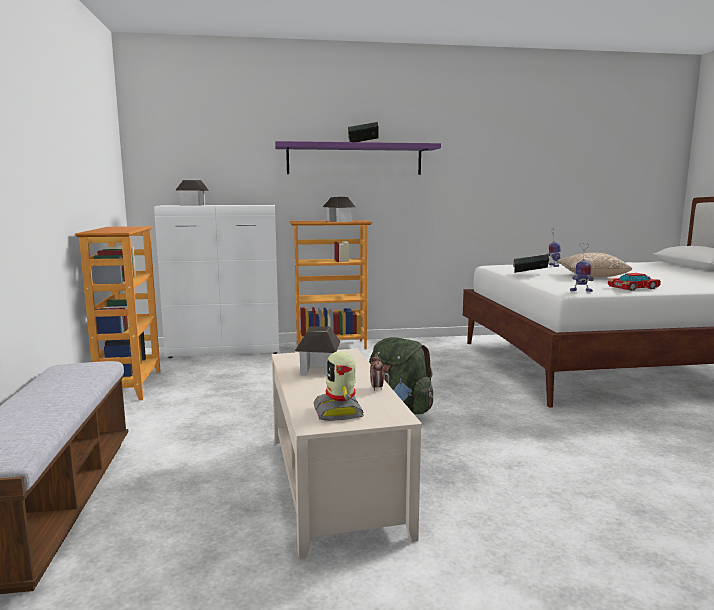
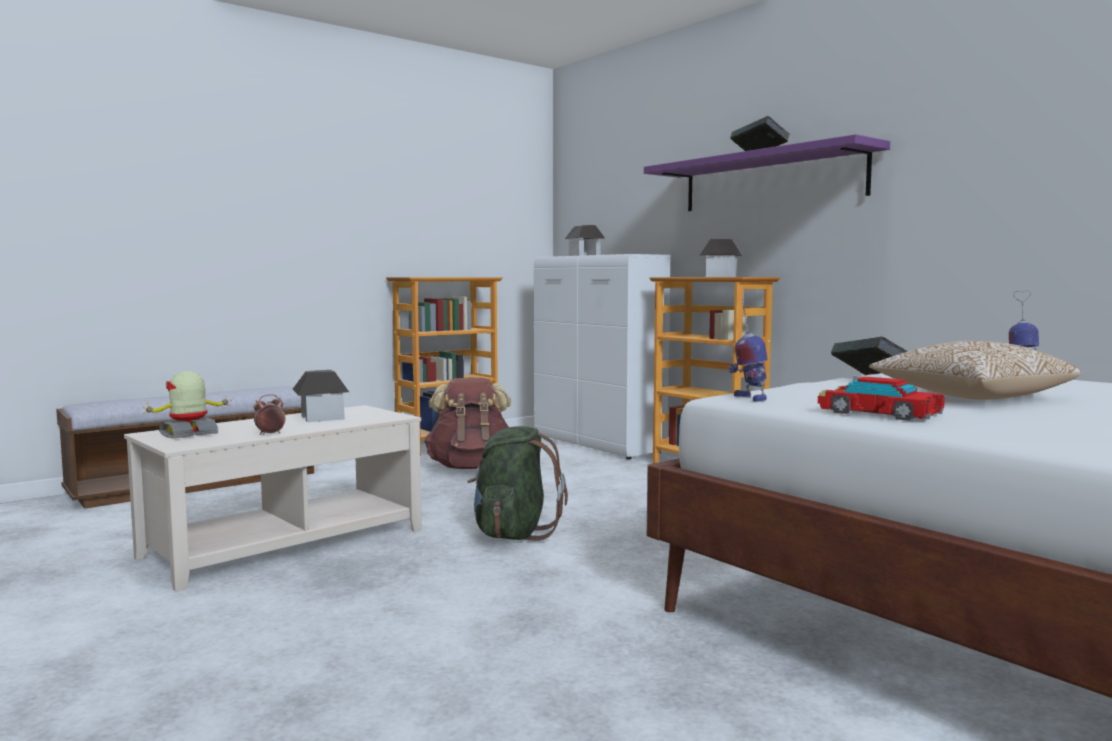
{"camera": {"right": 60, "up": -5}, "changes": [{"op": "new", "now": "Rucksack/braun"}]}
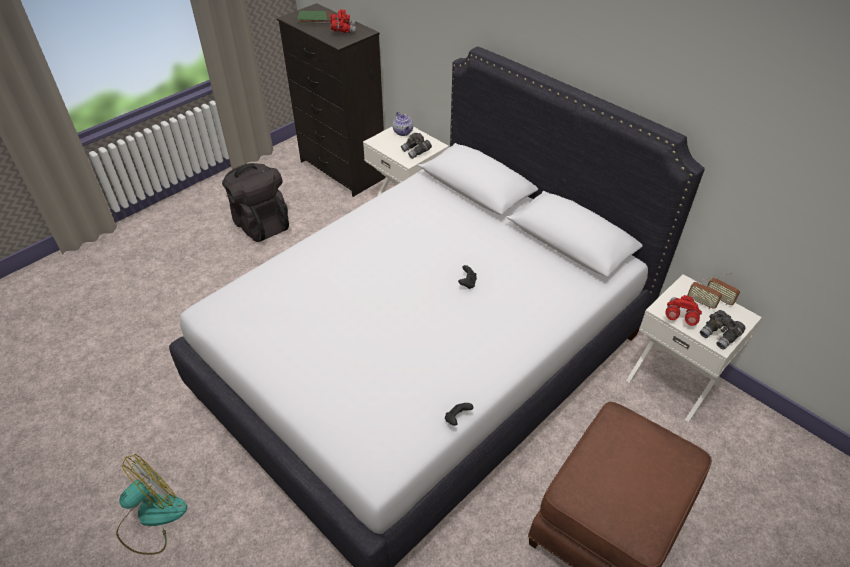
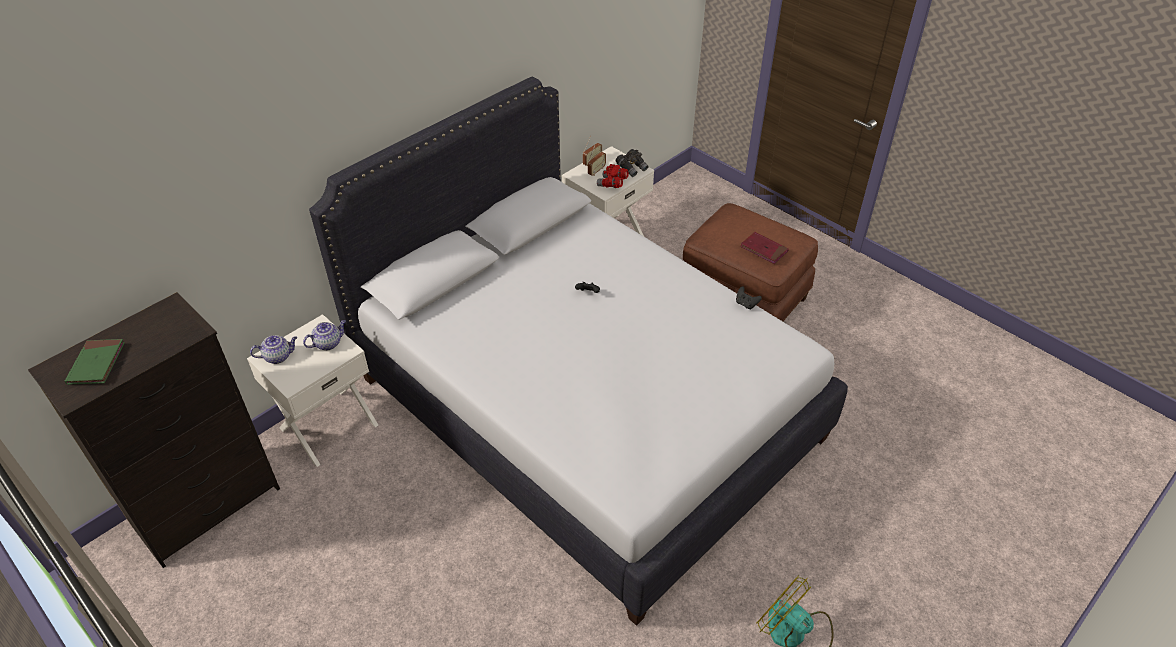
{"camera": {"right": -90, "up": 0}, "changes": [{"op": "gone", "was": "Rucksack/schwarz"}, {"op": "gone", "was": "Fernglas/rot (no. 1 from left)"}, {"op": "swapped", "was": "Fernglas/grau (no. 1 from left)", "now": "Teekanne (no. 2 from left)"}, {"op": "new", "now": "Buch/rot"}]}
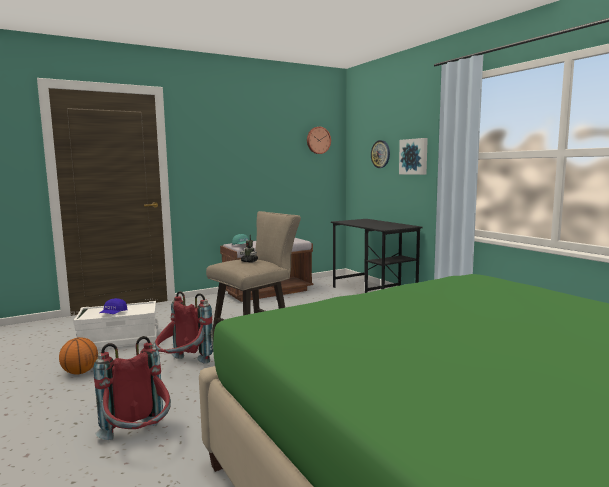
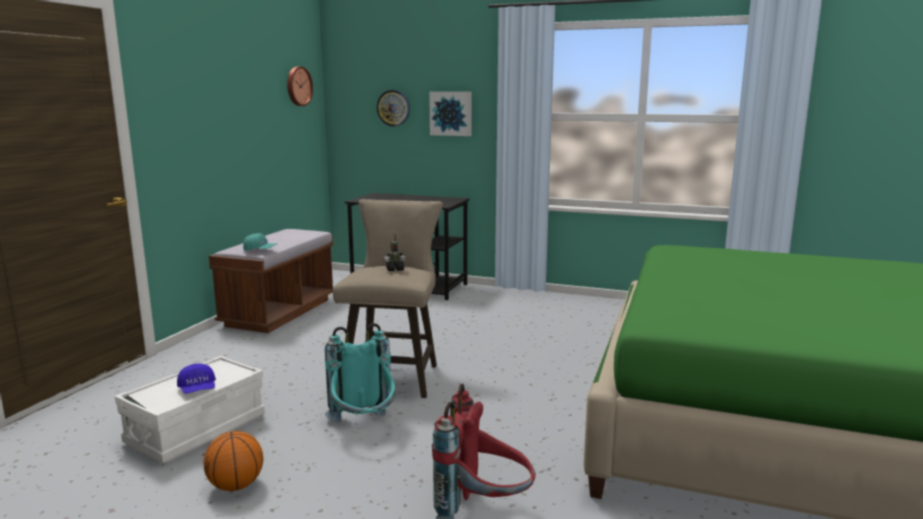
{"camera": {"right": -40, "up": 5}, "changes": [{"op": "repainted", "was": "Rucksack/rot (no. 2 from left)", "now": "Rucksack/türkis"}]}
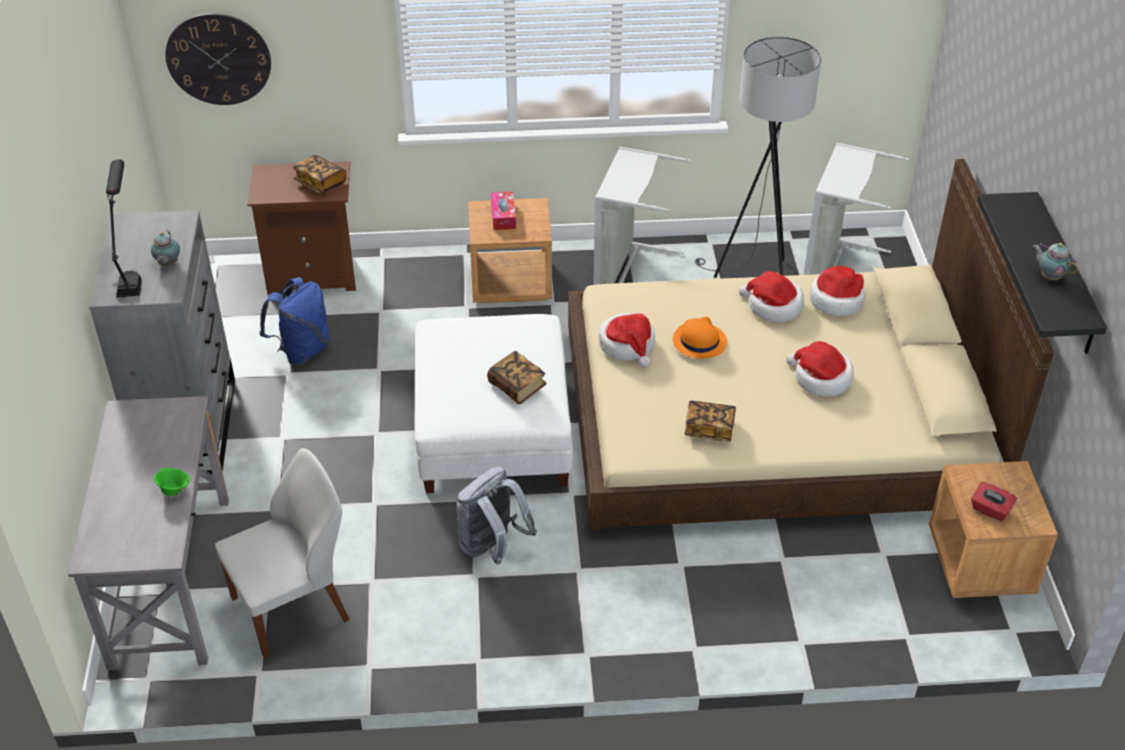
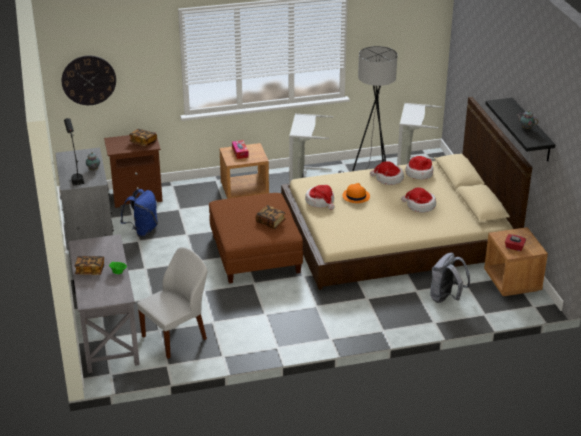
{"camera": {"right": -10, "up": -10}, "changes": [{"op": "repainted", "was": "Polsterhocker/weiß", "now": "Polsterhocker/braun"}, {"op": "shifted", "was": "Rucksack/grau"}, {"op": "shifted", "was": "Buch (no. 3 from left in the first image)", "now": "Buch (no. 1 from left)"}]}
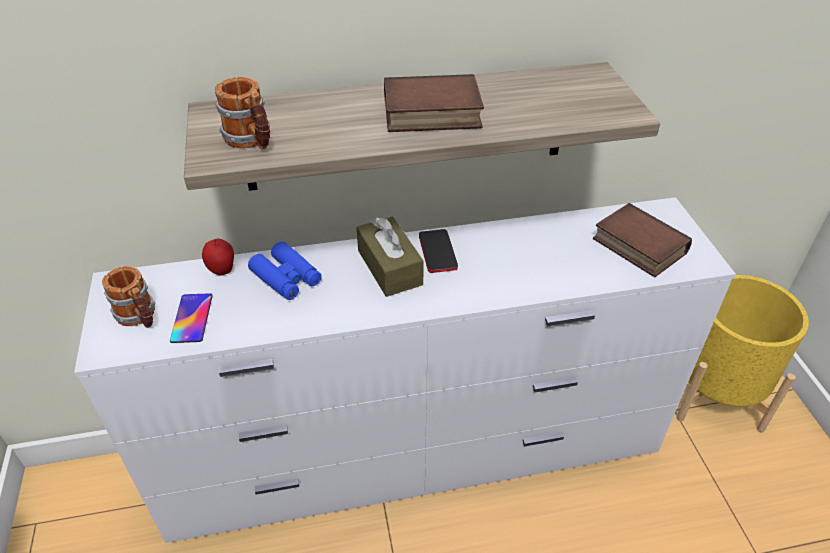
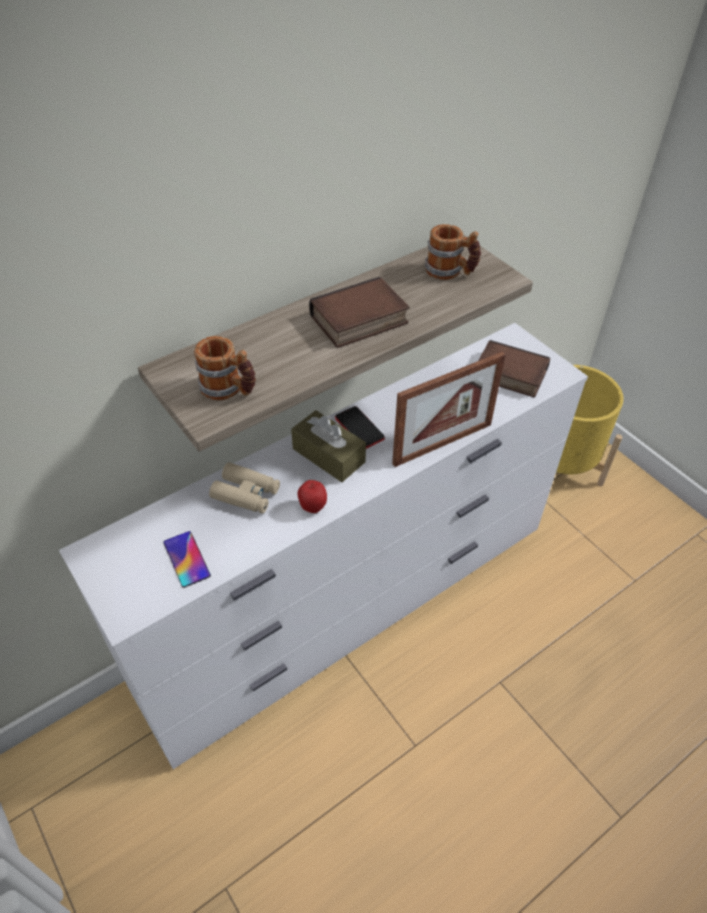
{"camera": {"right": -25, "up": 5}, "changes": [{"op": "shifted", "was": "Henkelbecher (no. 1 from left in the first image)", "now": "Henkelbecher (no. 2 from left)"}, {"op": "shifted", "was": "Apfel"}, {"op": "repainted", "was": "Fernglas/blau", "now": "Fernglas/beige"}, {"op": "new", "now": "Bilderrahmen"}]}
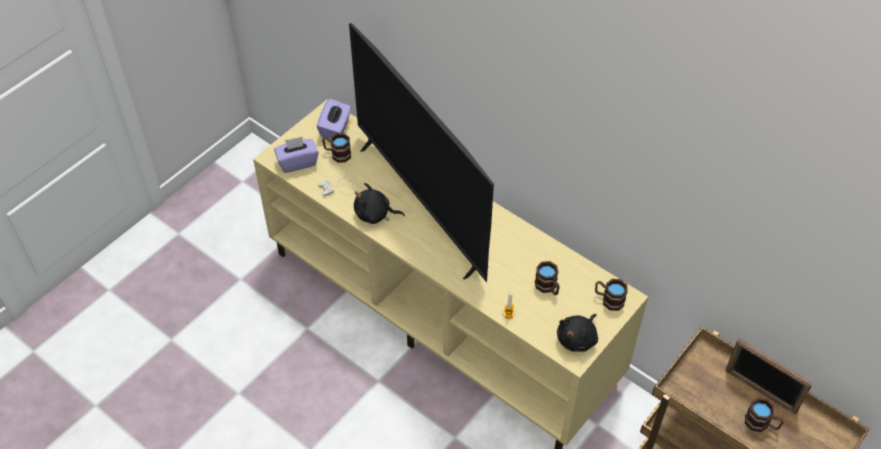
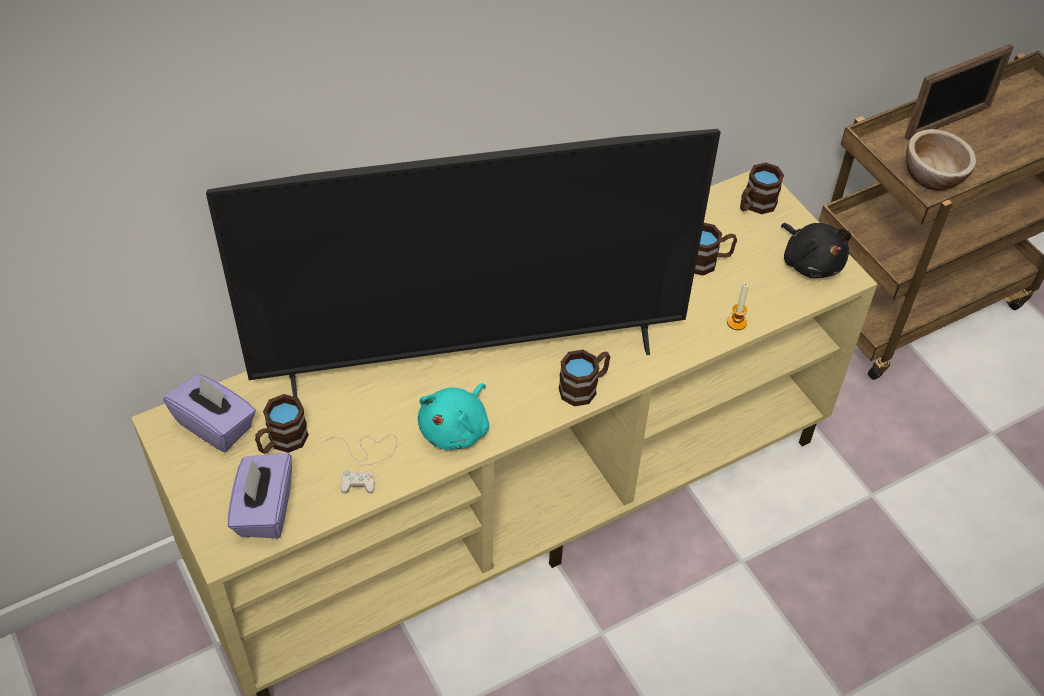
{"camera": {"right": -70, "up": 0}, "changes": [{"op": "repainted", "was": "Plüschtier/schwarz (no. 1 from left)", "now": "Plüschtier/türkis"}, {"op": "shifted", "was": "Henkelbecher/braun (no. 4 from left in the first image)", "now": "Henkelbecher/braun (no. 2 from left)"}, {"op": "new", "now": "Schüssel"}]}
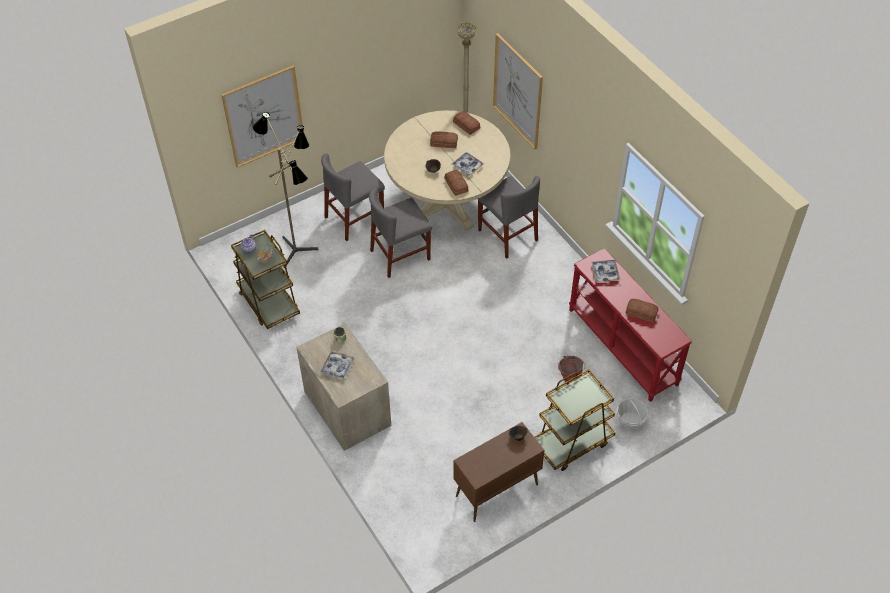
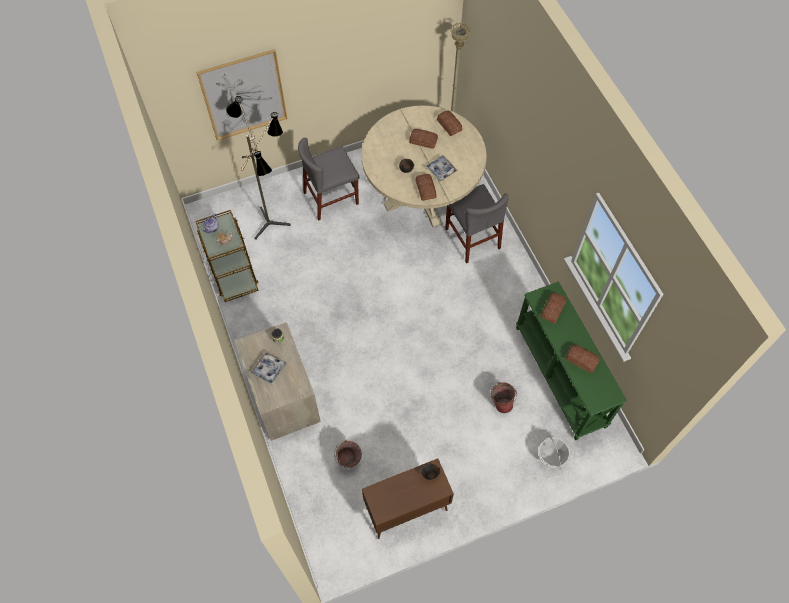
{"camera": {"right": 10, "up": 10}, "changes": [{"op": "gone", "was": "Stuhl/grau (no. 2 from left)"}, {"op": "gone", "was": "Bild (no. 2 from left)"}, {"op": "gone", "was": "Rollwagen/braun (no. 2 from left)"}, {"op": "repainted", "was": "Konsolentisch/rot", "now": "Konsolentisch/grün"}, {"op": "swapped", "was": "Tablett (no. 3 from left)", "now": "Brot (no. 4 from left)"}, {"op": "new", "now": "Eimer (no. 1 from left)"}]}
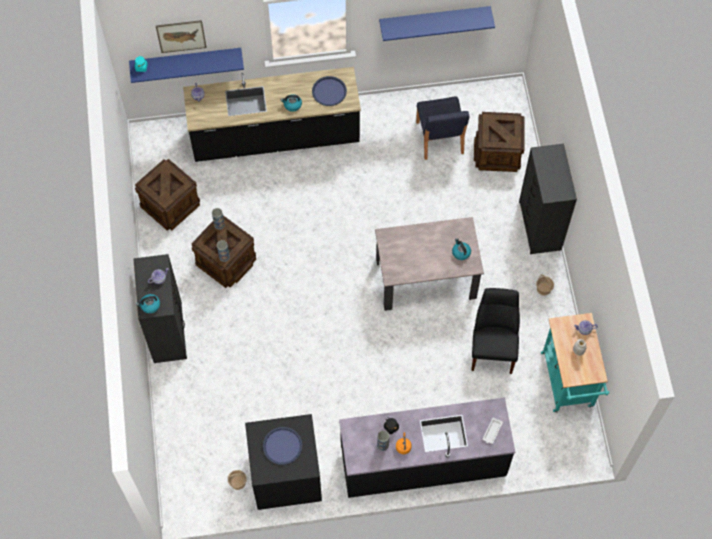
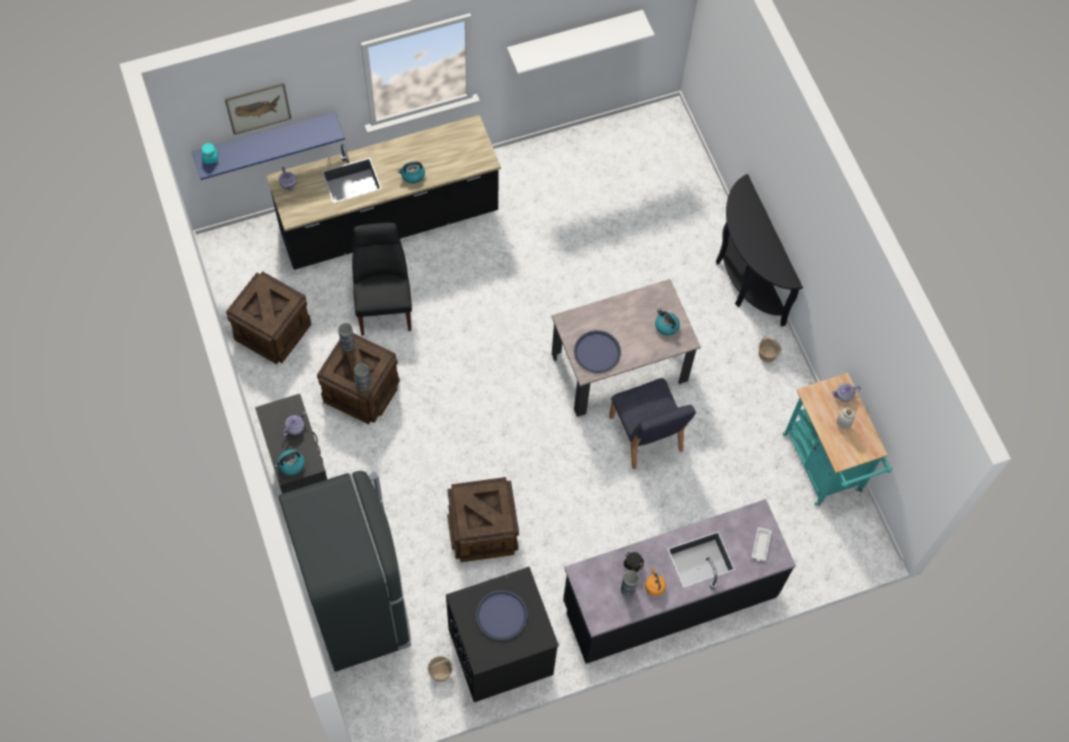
{"camera": {"right": -15, "up": 0}, "changes": [{"op": "shifted", "was": "Tablett/blau (no. 2 from left)"}, {"op": "repainted", "was": "Wandregal/blau (no. 2 from left)", "now": "Wandregal/weiß"}, {"op": "shifted", "was": "Stuhl/blau"}, {"op": "shifted", "was": "Stuhl/schwarz"}, {"op": "shifted", "was": "Kiste (no. 3 from left)"}, {"op": "swapped", "was": "Kommode/schwarz (no. 2 from left)", "now": "Konsolentisch/schwarz"}, {"op": "new", "now": "Kühlschrank/schwarz"}]}
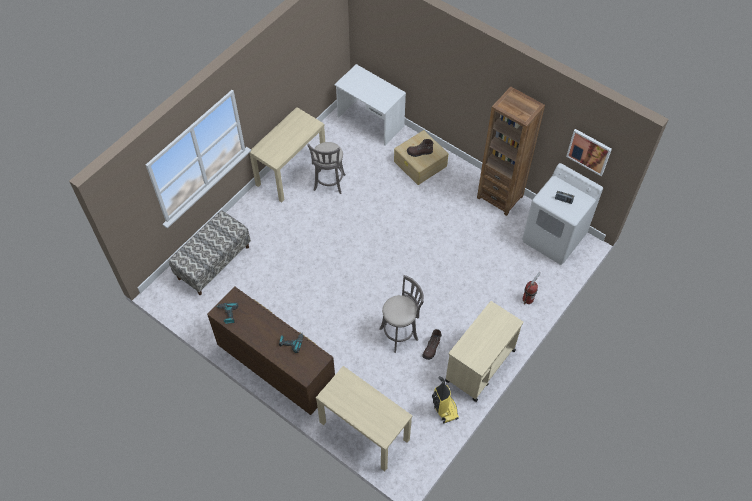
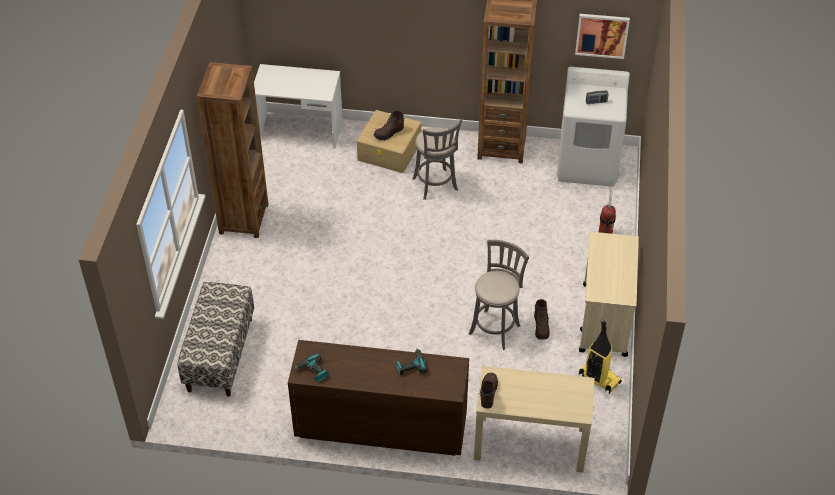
{"camera": {"right": -30, "up": -10}, "changes": [{"op": "swapped", "was": "Konsolentisch/beige (no. 1 from left)", "now": "Bücherregal/braun (no. 1 from left)"}, {"op": "shifted", "was": "Hocker/grau (no. 1 from left)"}, {"op": "new", "now": "Stiefel/braun (no. 2 from left)"}]}
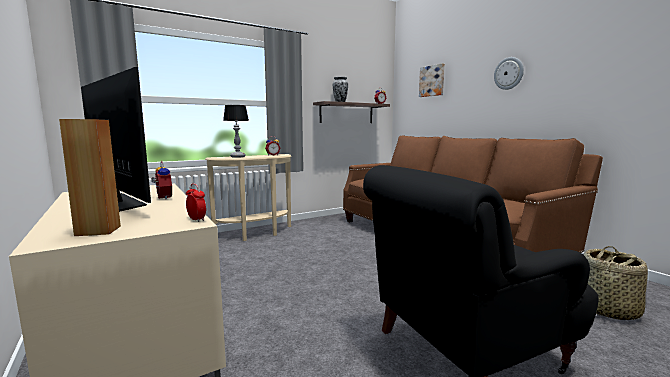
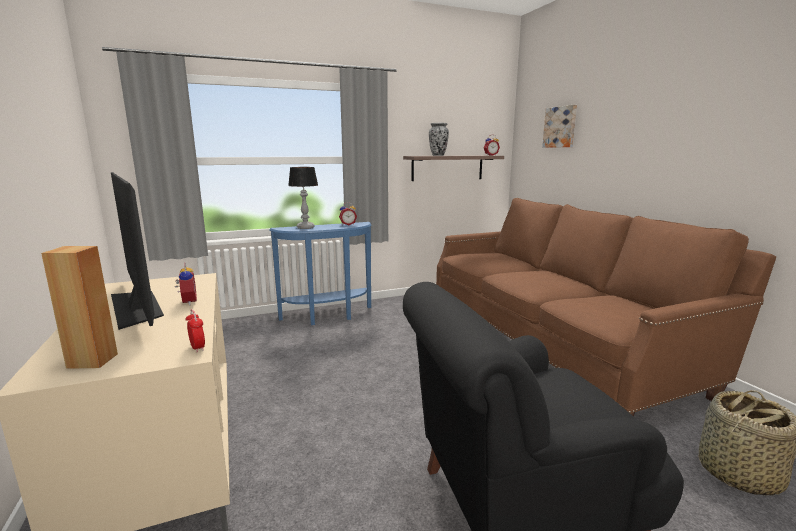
{"camera": {"right": 10, "up": 5}, "changes": [{"op": "repainted", "was": "Konsolentisch/beige", "now": "Konsolentisch/blau"}, {"op": "gone", "was": "Wanduhr"}]}
